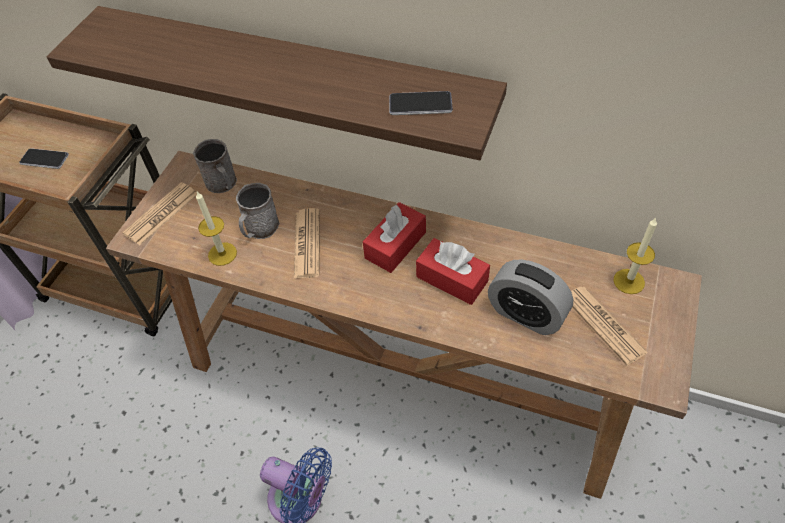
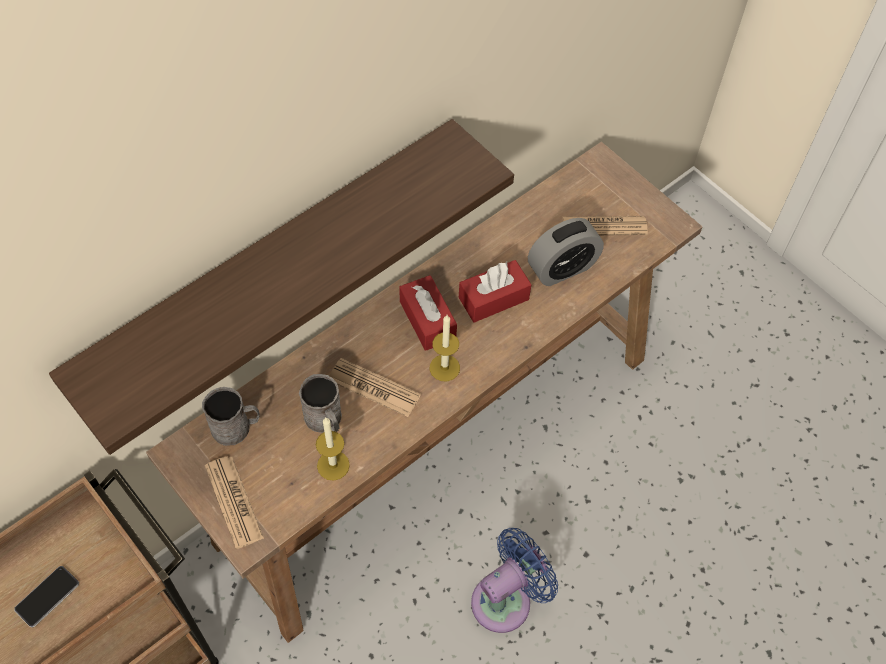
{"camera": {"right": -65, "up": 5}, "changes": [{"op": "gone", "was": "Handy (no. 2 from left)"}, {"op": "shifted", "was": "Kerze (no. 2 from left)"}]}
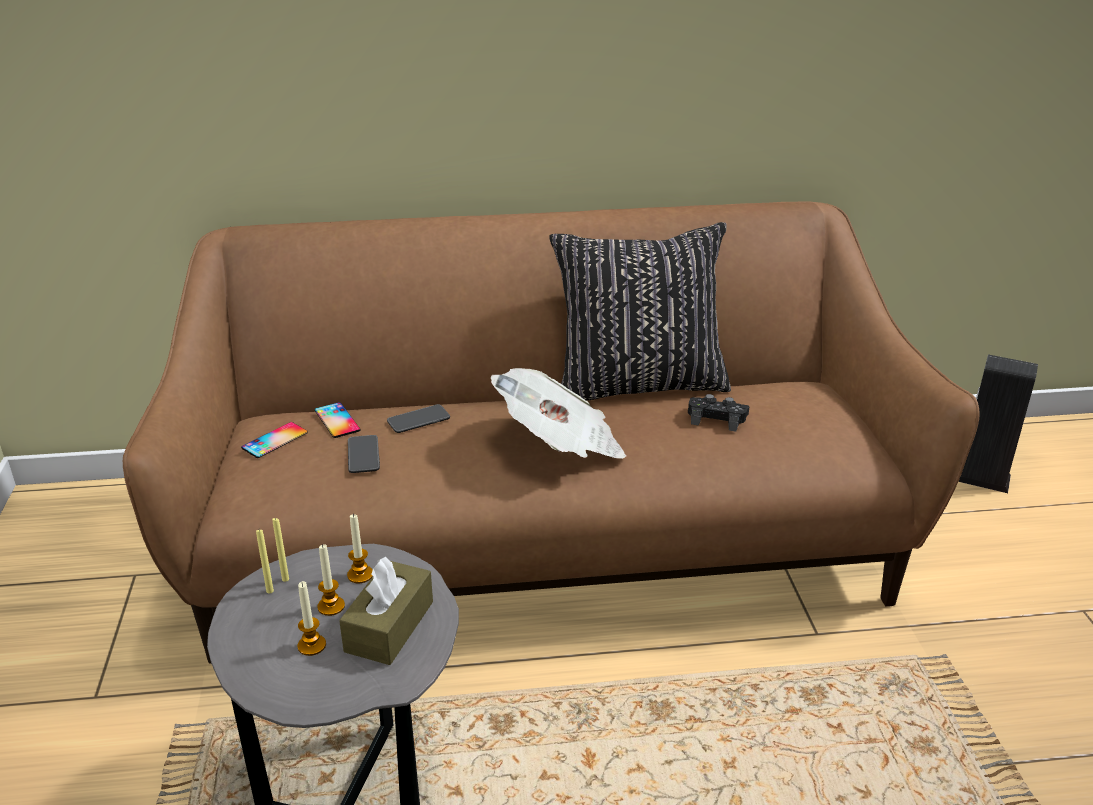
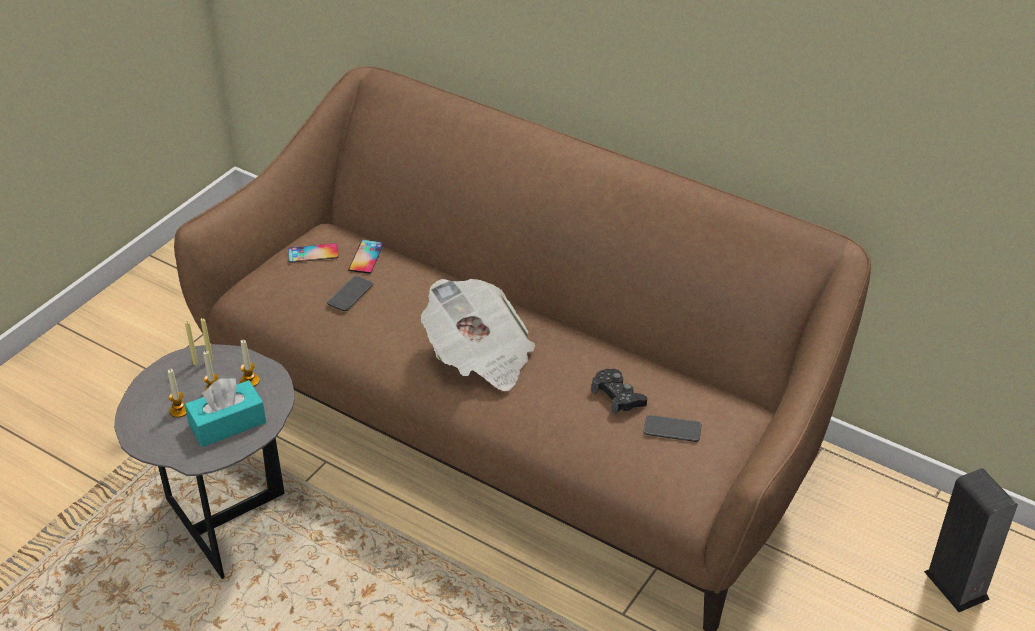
{"camera": {"right": 40, "up": 10}, "changes": [{"op": "repainted", "was": "Taschentuchbox/braun", "now": "Taschentuchbox/türkis"}, {"op": "shifted", "was": "Handy (no. 4 from left)"}, {"op": "gone", "was": "Kissen/schwarz"}]}
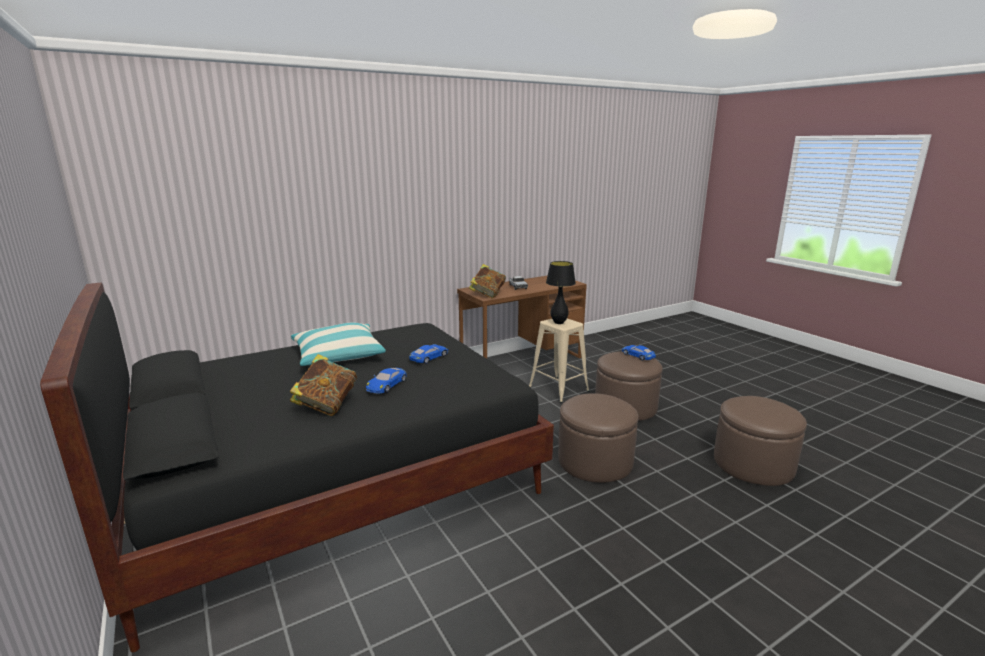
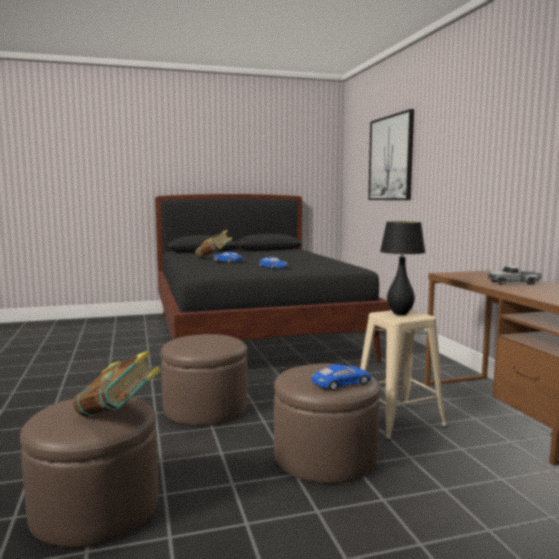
{"camera": {"right": 105, "up": -10}, "changes": [{"op": "gone", "was": "Kissen"}, {"op": "shifted", "was": "Buch (no. 2 from left in the first image)", "now": "Buch (no. 1 from left)"}, {"op": "new", "now": "Bild"}]}
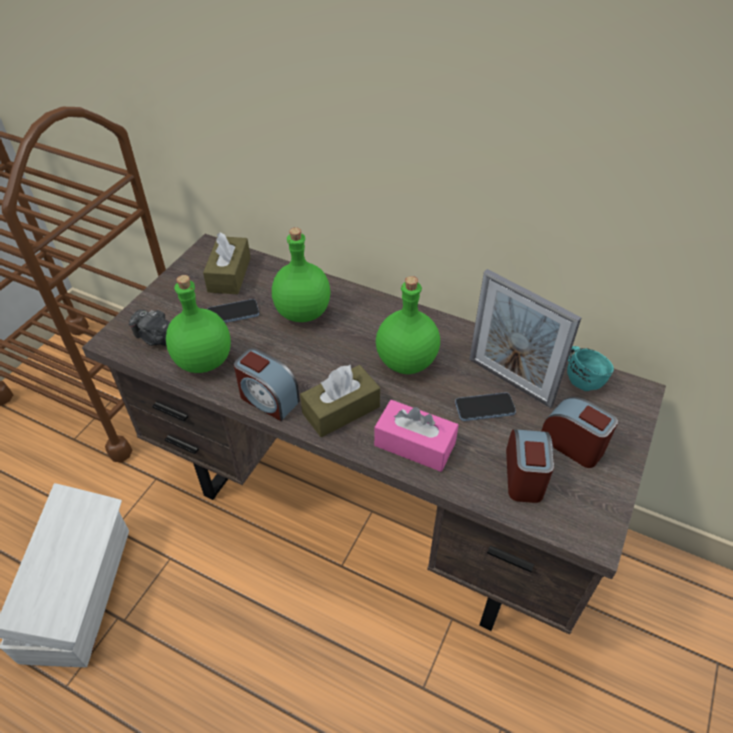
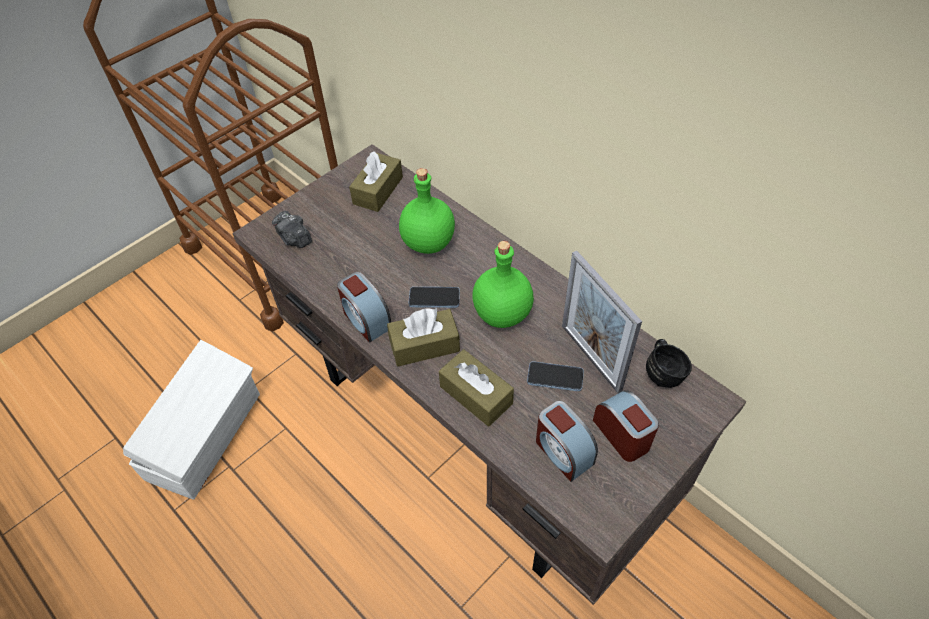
{"camera": {"right": 20, "up": 5}, "changes": [{"op": "gone", "was": "Flasche/grün (no. 1 from left)"}, {"op": "shifted", "was": "Handy (no. 1 from left)"}, {"op": "repainted", "was": "Taschentuchbox/rosa", "now": "Taschentuchbox/braun (no. 3 from left)"}, {"op": "rotated", "was": "Wecker (no. 2 from left)", "clockwise": 120}, {"op": "repainted", "was": "Henkelbecher/türkis", "now": "Henkelbecher/schwarz"}]}
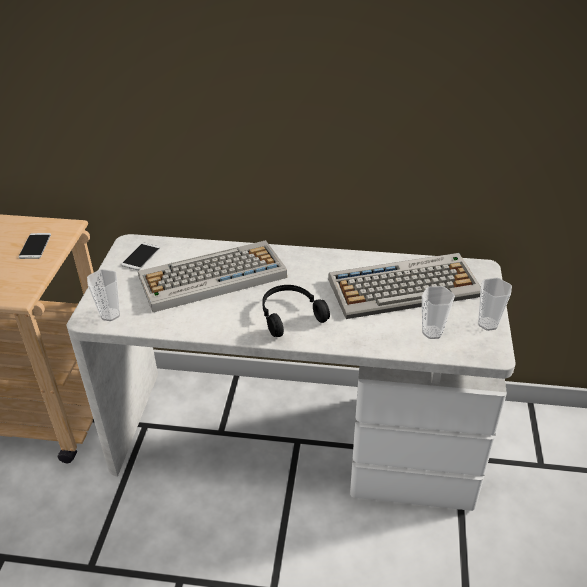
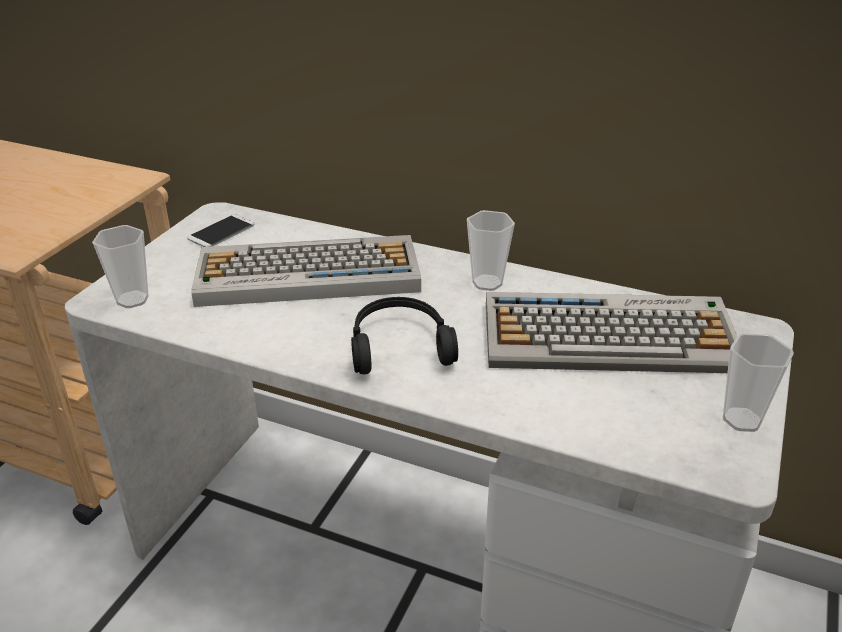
{"camera": {"right": 15, "up": -5}, "changes": [{"op": "gone", "was": "Handy (no. 1 from left)"}, {"op": "shifted", "was": "Tasse (no. 2 from left)"}]}
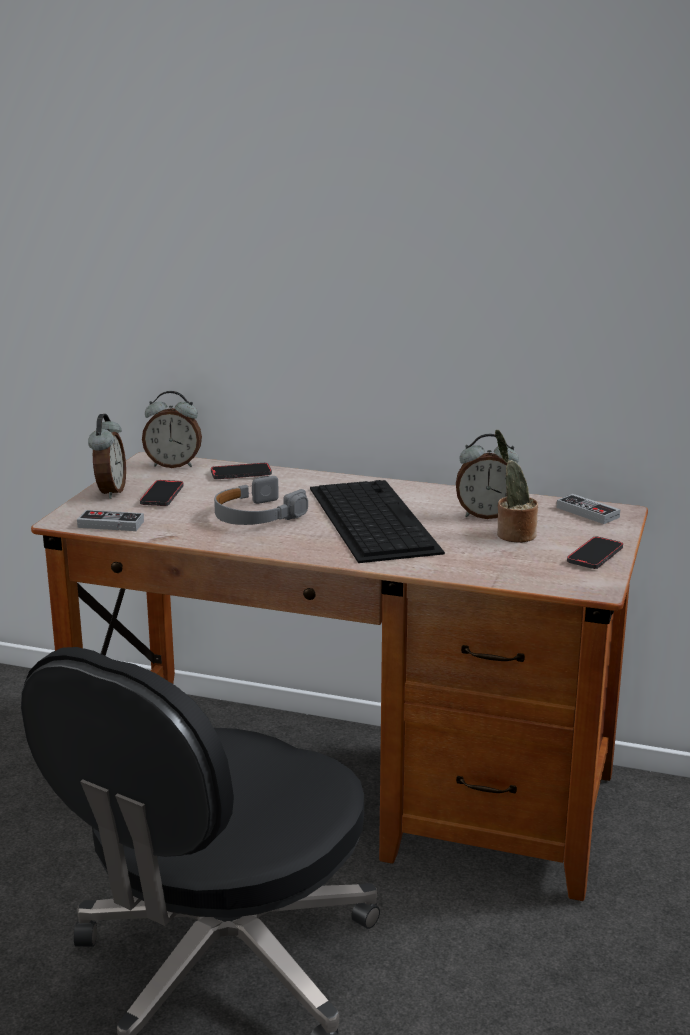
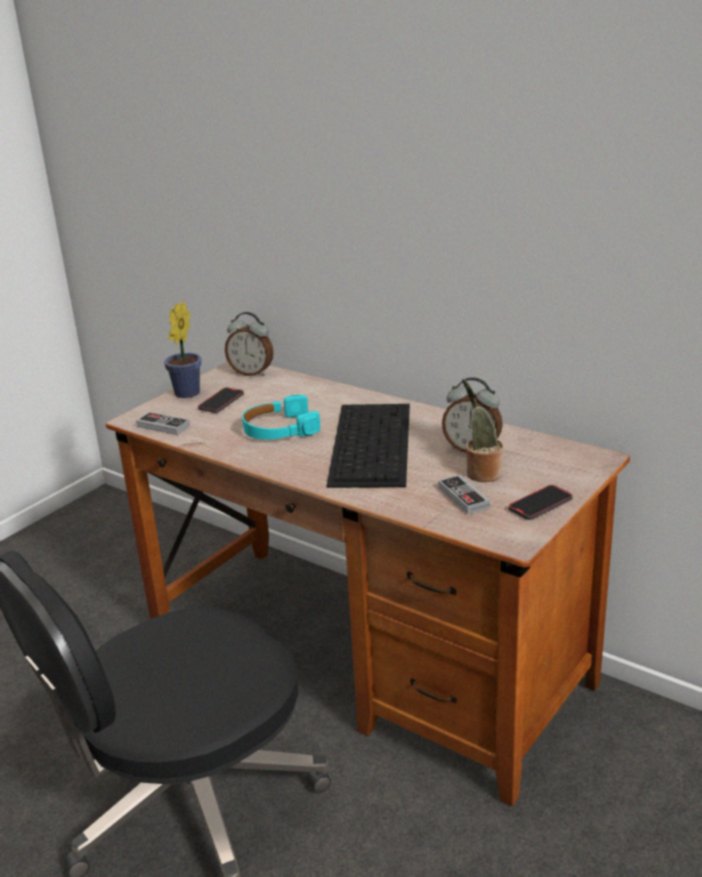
{"camera": {"right": 20, "up": 5}, "changes": [{"op": "swapped", "was": "Wecker (no. 1 from left)", "now": "Topfpflanze (no. 1 from left)"}, {"op": "gone", "was": "Handy (no. 2 from left)"}, {"op": "repainted", "was": "Kopfhörer/grau", "now": "Kopfhörer/türkis"}, {"op": "shifted", "was": "Gamepad (no. 2 from left)"}]}
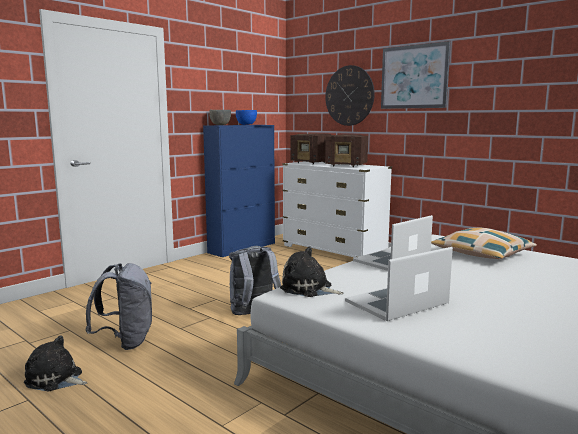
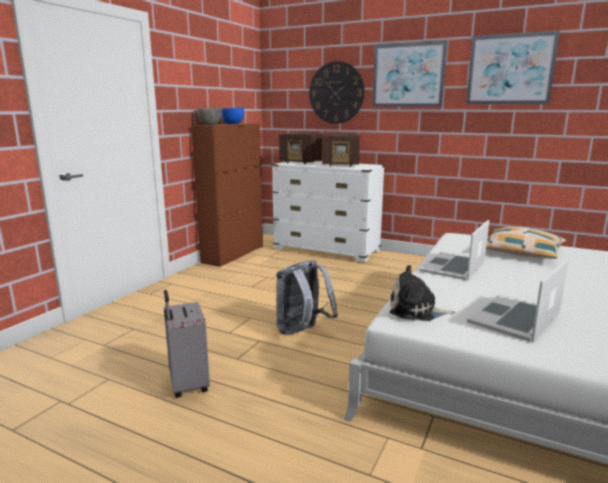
{"camera": {"right": -15, "up": 5}, "changes": [{"op": "gone", "was": "Plüschtier (no. 1 from left)"}, {"op": "swapped", "was": "Rucksack/grau (no. 1 from left)", "now": "Koffer/grau"}, {"op": "repainted", "was": "Schrank/blau", "now": "Schrank/braun"}, {"op": "new", "now": "Bild (no. 2 from left)"}]}
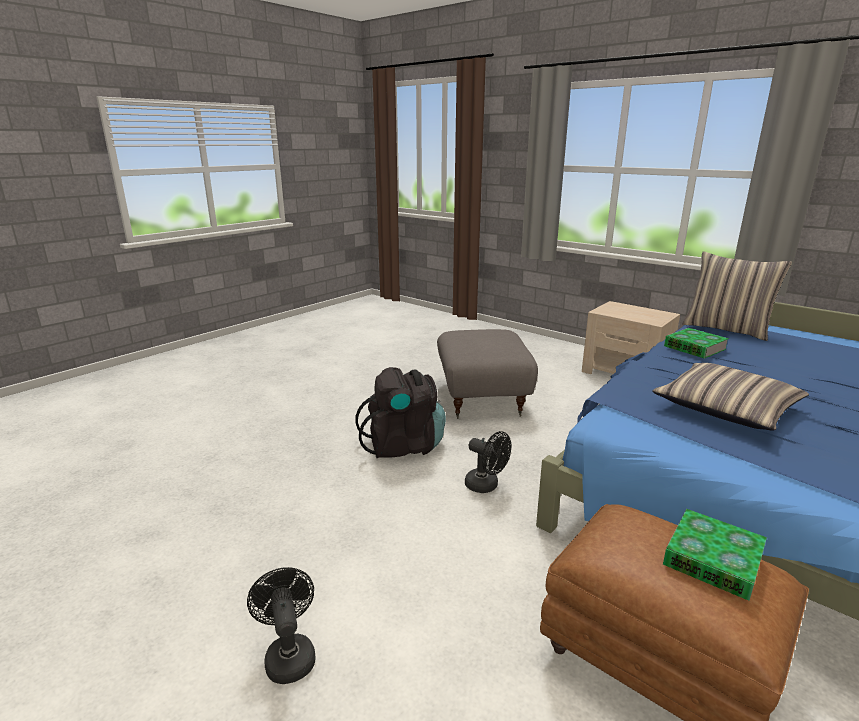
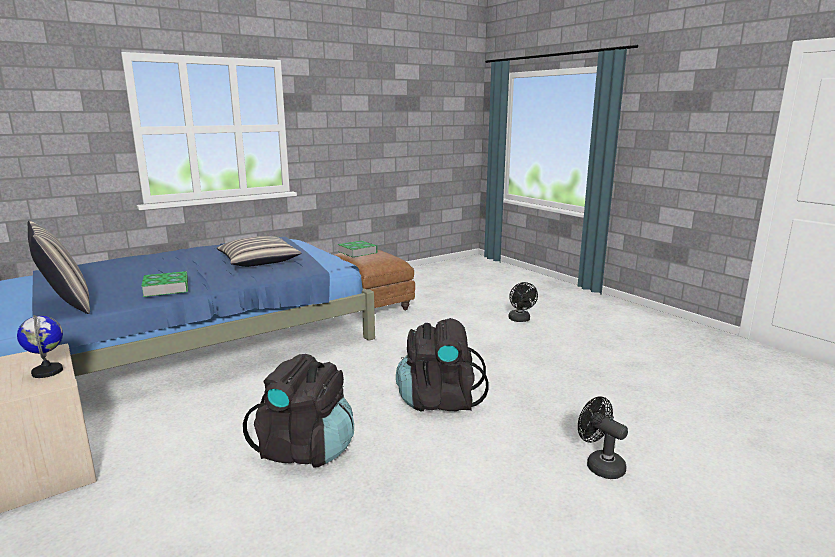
{"camera": {"right": -165, "up": -5}, "changes": [{"op": "swapped", "was": "Polsterhocker/grau", "now": "Rucksack/schwarz (no. 1 from left)"}, {"op": "shifted", "was": "Ventilator/schwarz (no. 2 from left)"}, {"op": "new", "now": "Globus"}]}
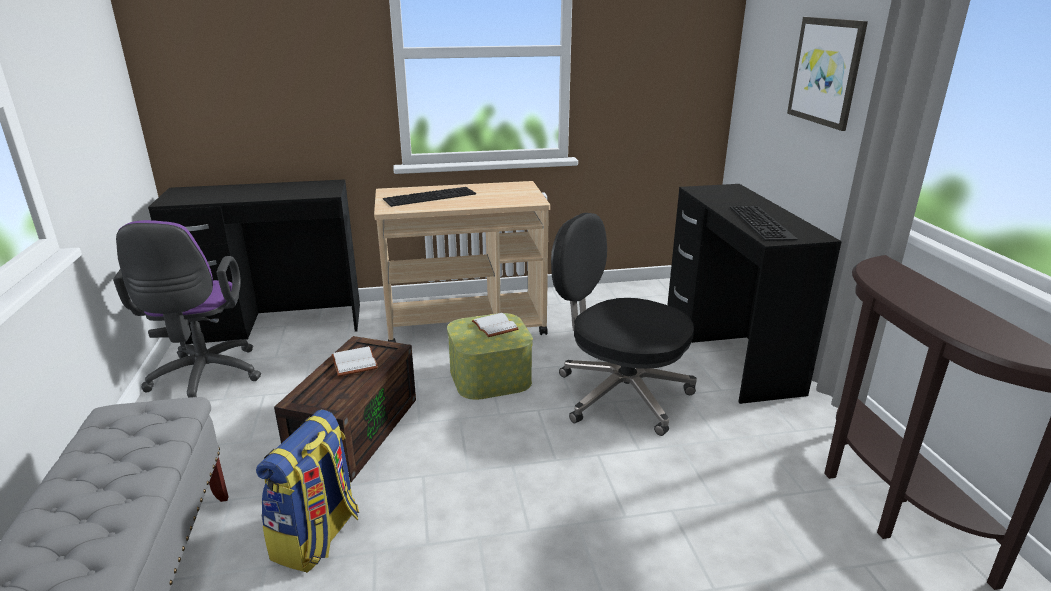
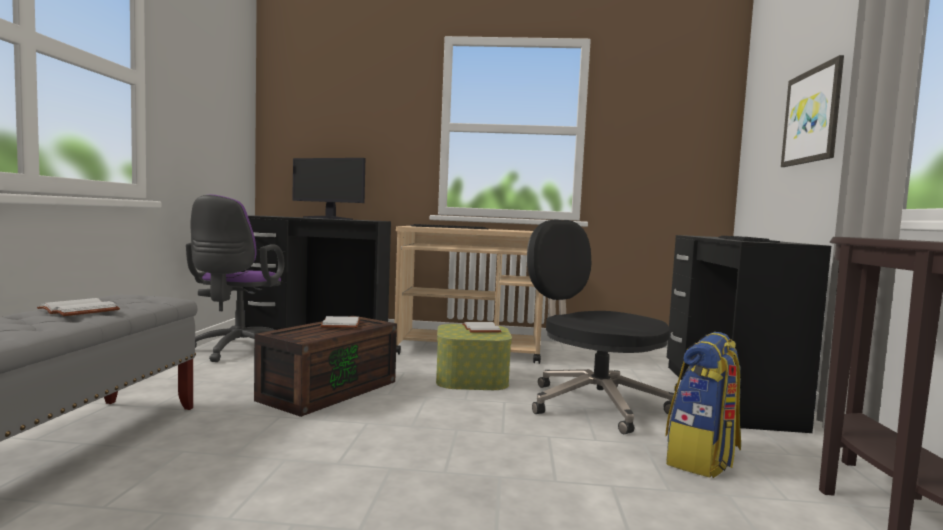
{"camera": {"right": 15, "up": -20}, "changes": [{"op": "shifted", "was": "Rucksack"}, {"op": "new", "now": "Buch/weiß (no. 1 from left)"}, {"op": "new", "now": "Monitor"}]}
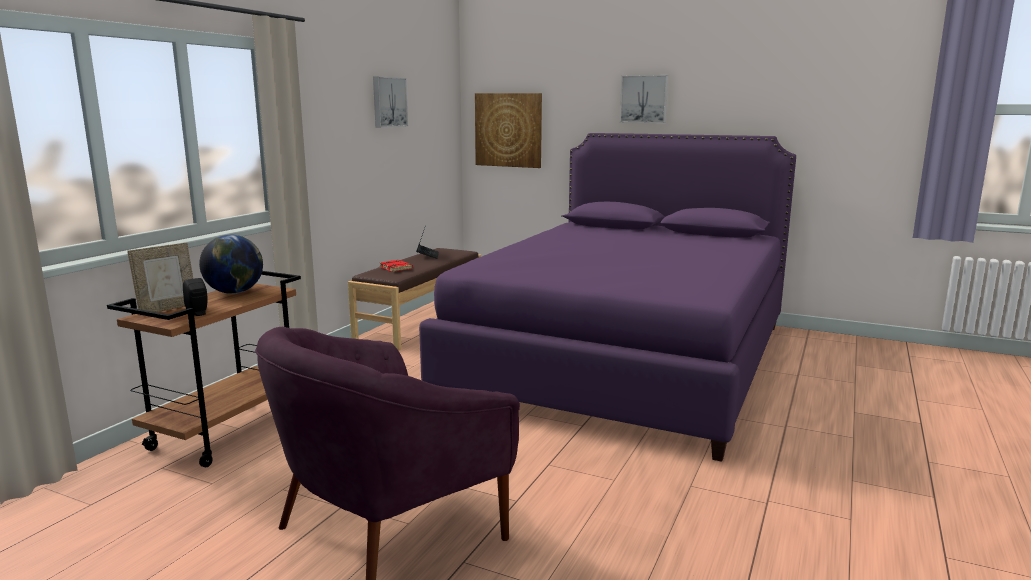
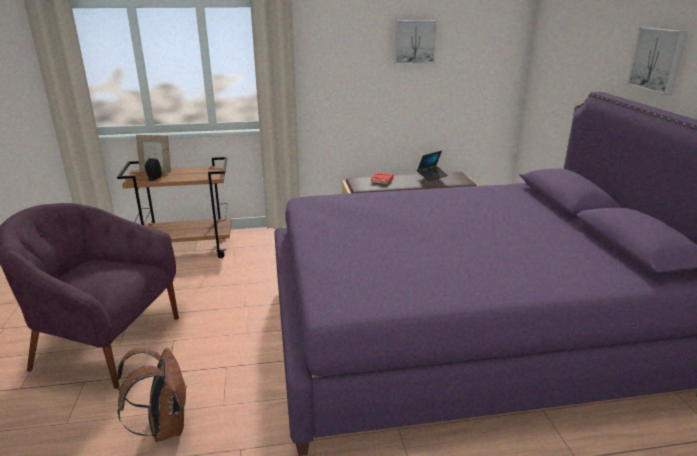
{"camera": {"right": 55, "up": 10}, "changes": [{"op": "gone", "was": "Globus"}, {"op": "gone", "was": "Bild (no. 2 from left)"}, {"op": "new", "now": "Rucksack/braun"}]}
